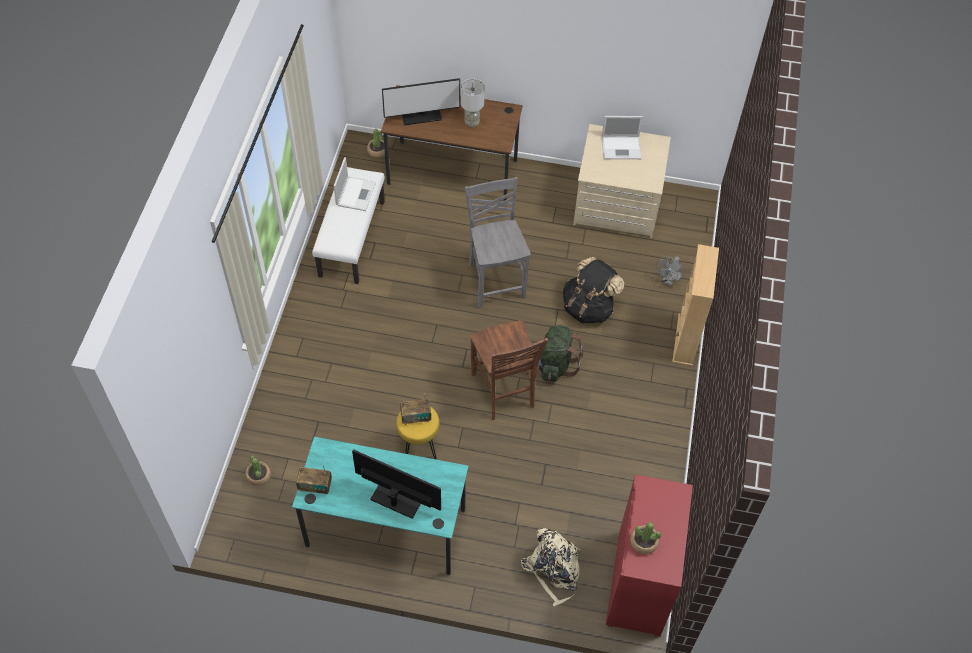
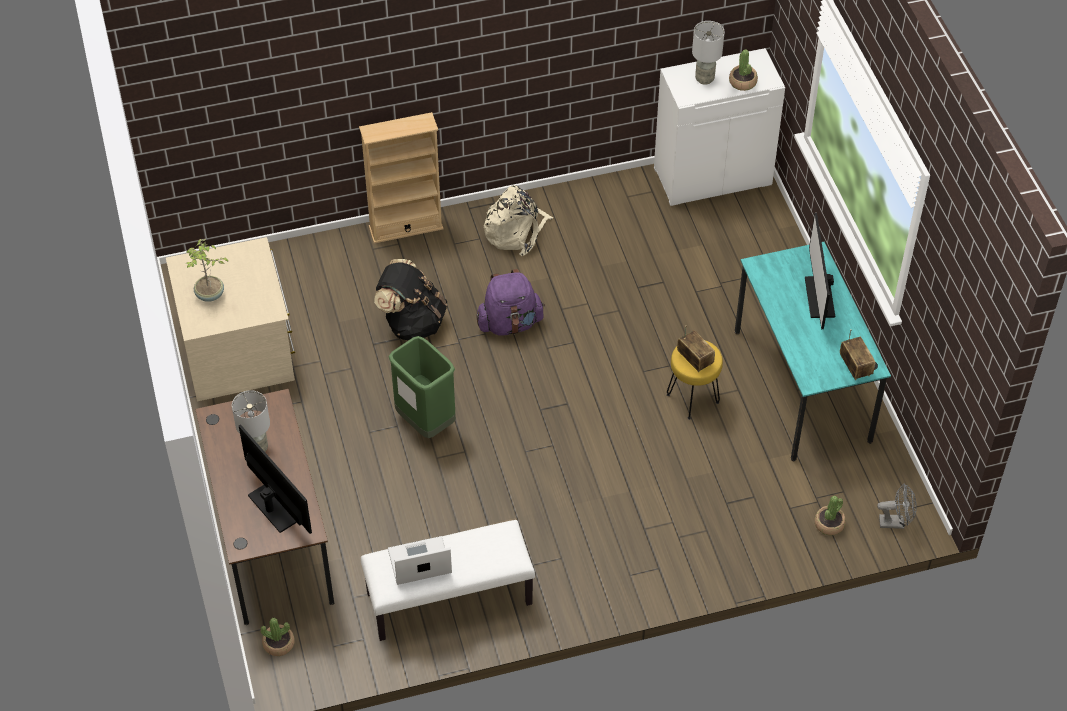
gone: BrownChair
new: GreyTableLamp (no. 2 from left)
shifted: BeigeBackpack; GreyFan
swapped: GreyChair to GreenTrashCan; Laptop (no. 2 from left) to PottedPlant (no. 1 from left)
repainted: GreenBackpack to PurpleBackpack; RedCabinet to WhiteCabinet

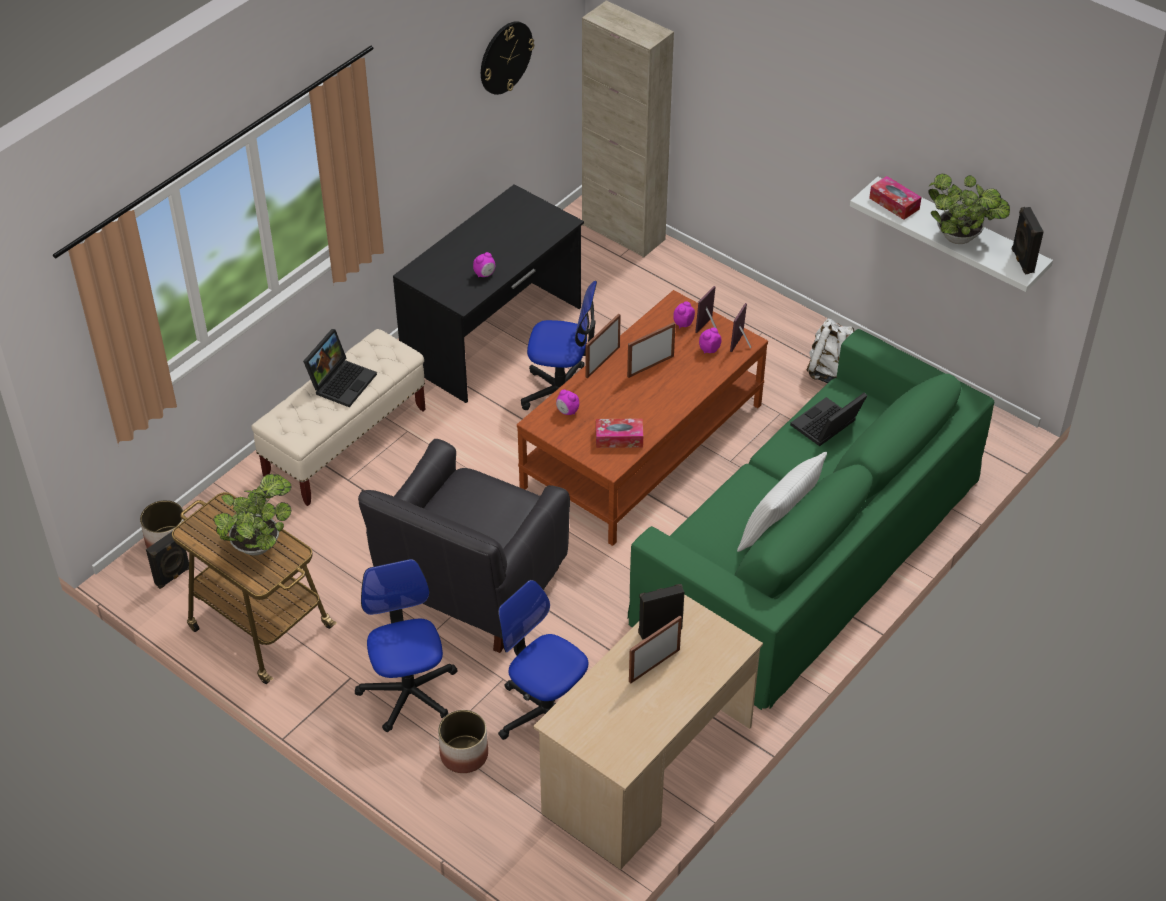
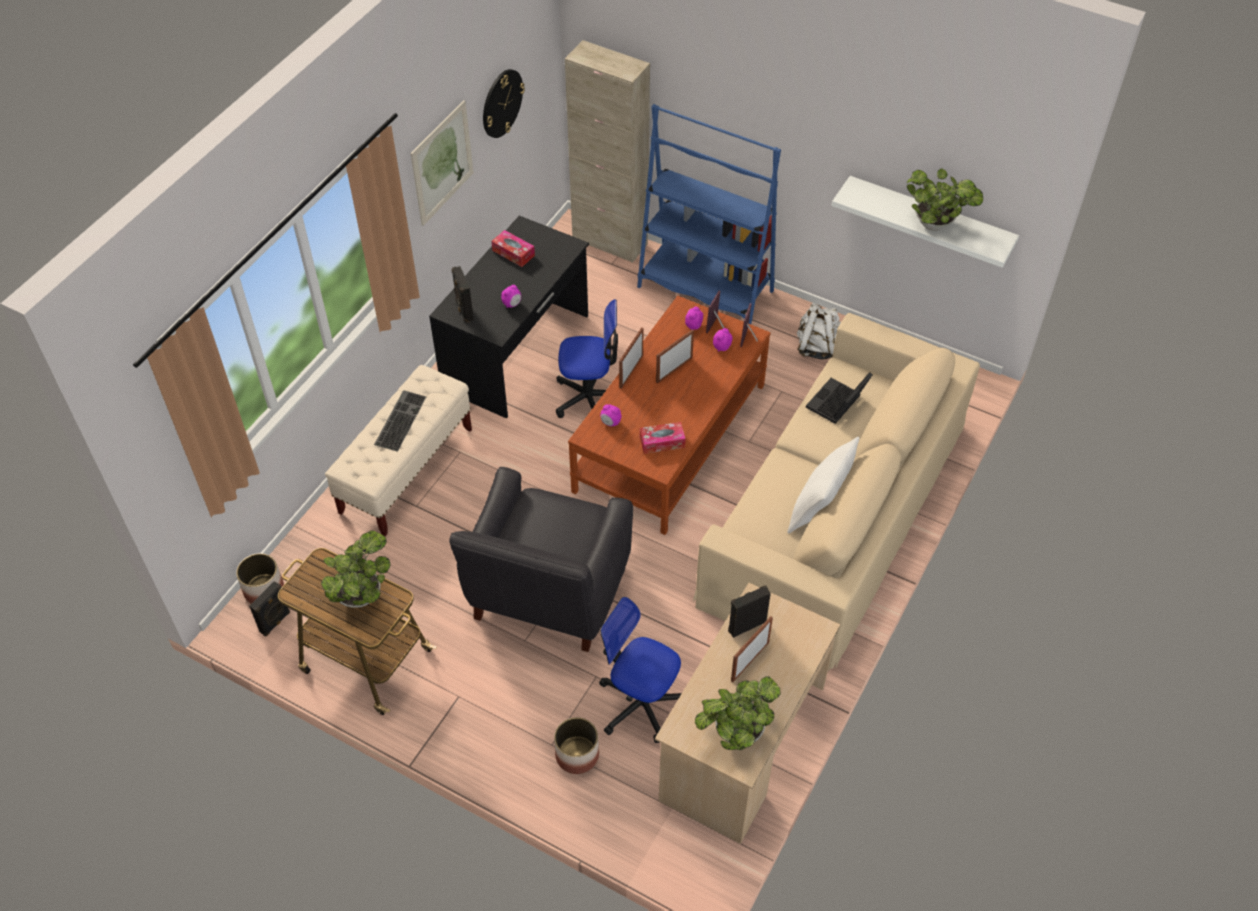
gone: OfficeChair (no. 1 from left)
new: Picture; BlueBookcase; PottedPlant (no. 2 from left)
shifted: TissueBox (no. 2 from left in the first image) to TissueBox (no. 1 from left); BlackSpeaker (no. 3 from left in the first image) to BlackSpeaker (no. 2 from left)
swapped: Laptop (no. 1 from left) to Keyboard
repainted: GreenSofa to BeigeSofa

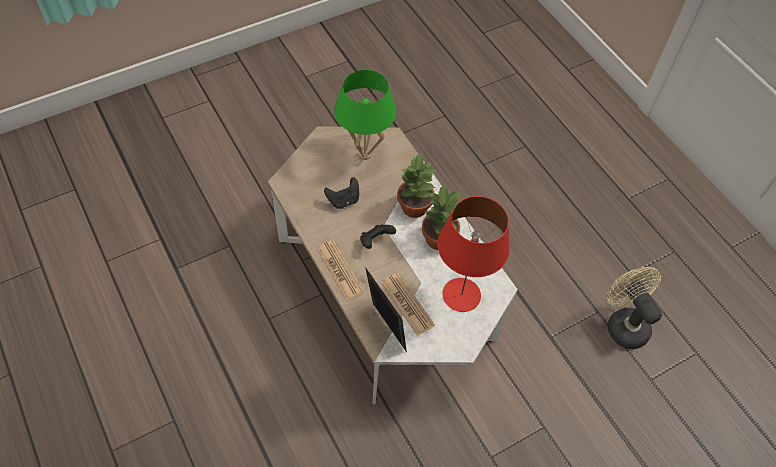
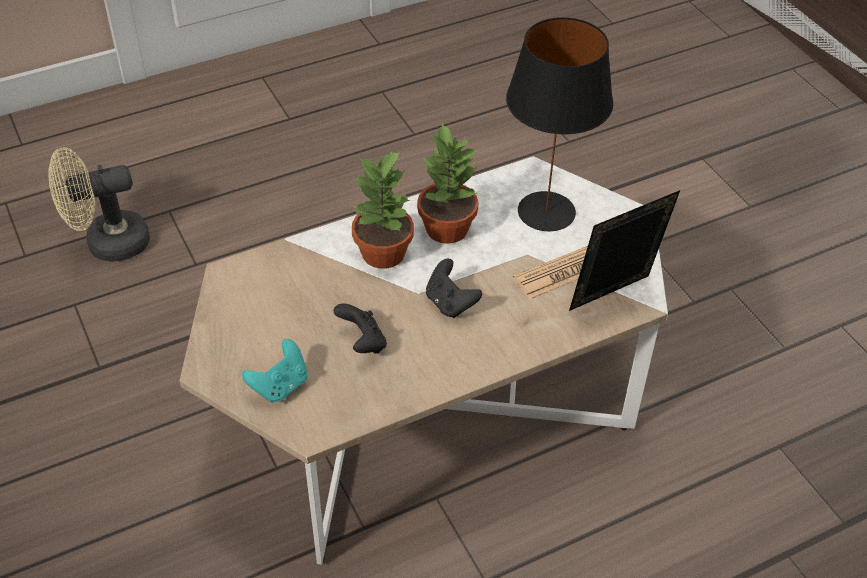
gone: Newspaper (no. 1 from left); GreenTableLamp
new: TurquoiseGameController
shifted: BeigeFan
repainted: RedTableLamp to BlackTableLamp

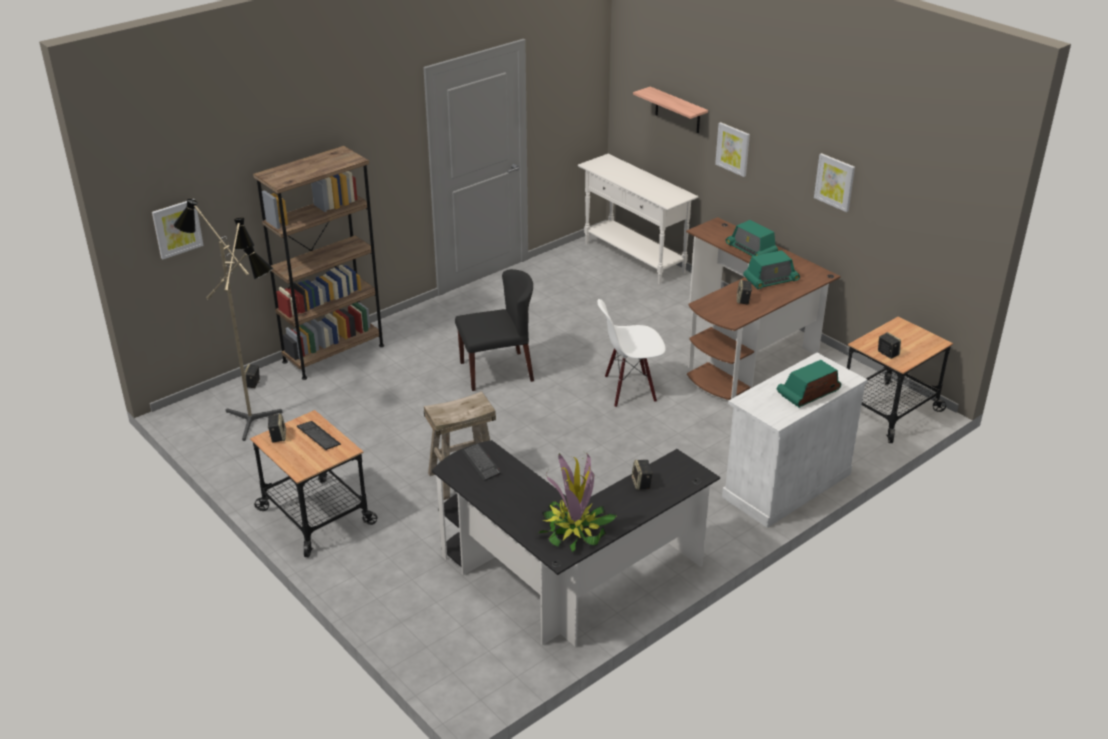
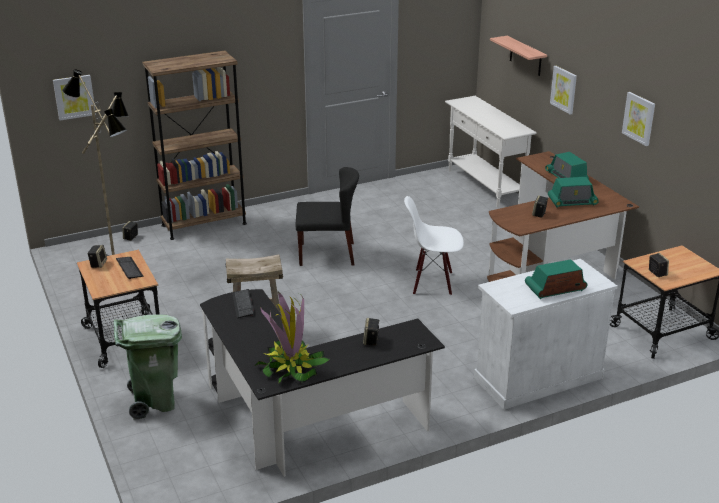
new: GreenTrashCan

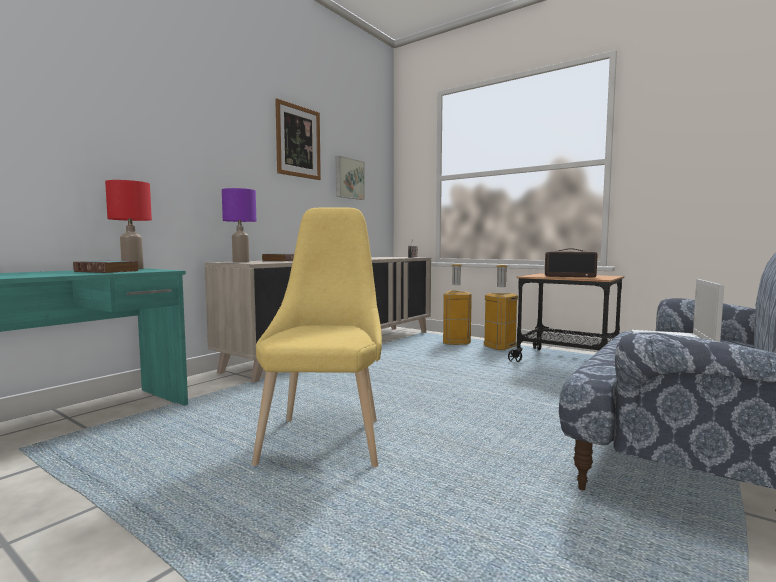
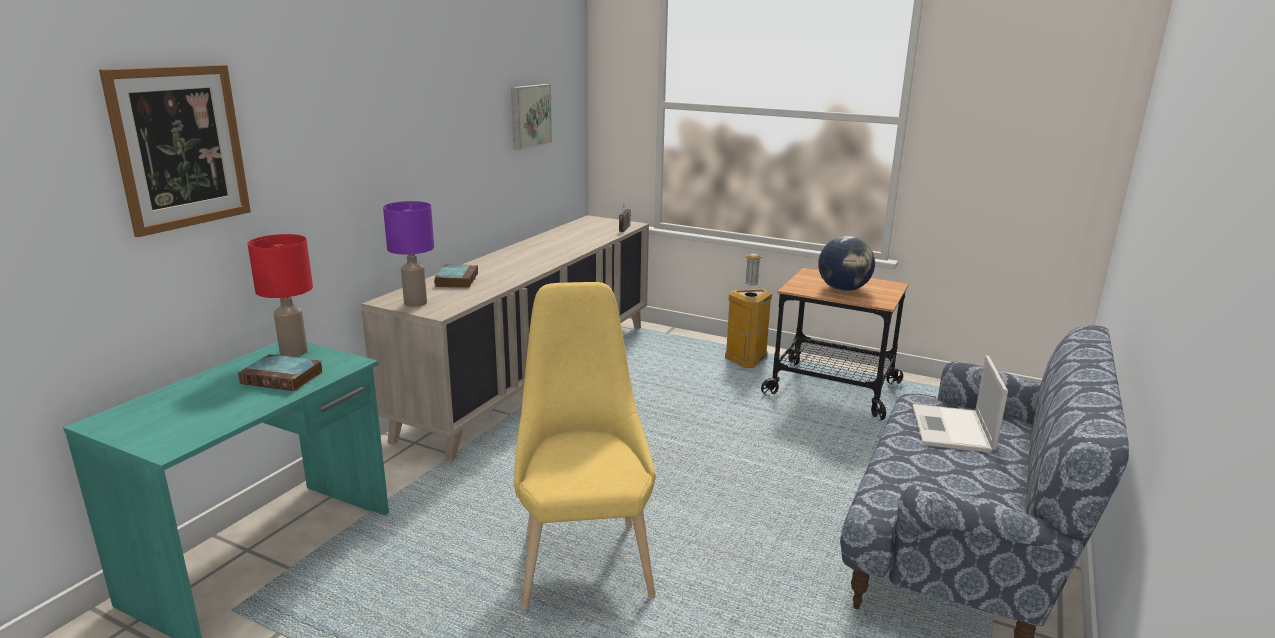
gone: TrashCan (no. 1 from left)
shifted: Picture (no. 1 from left)
swapped: Radio (no. 2 from left) to Globe

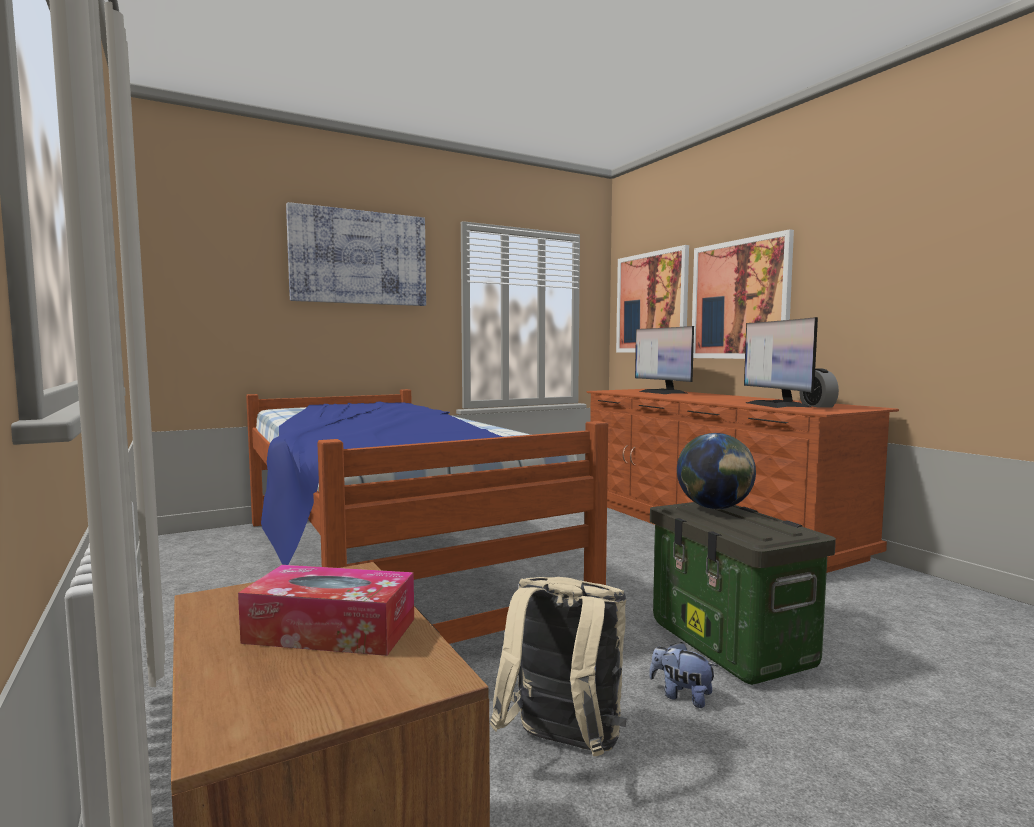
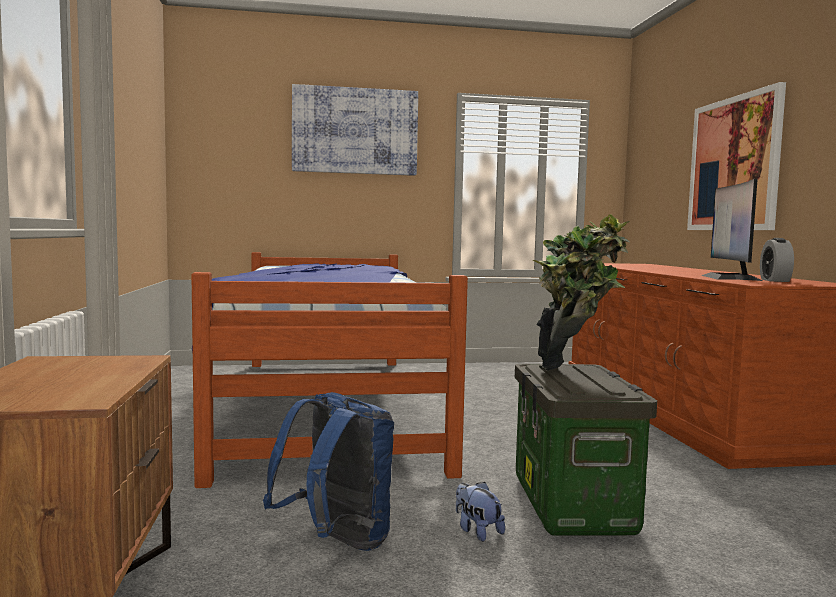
gone: TissueBox; Picture (no. 2 from left); Monitor (no. 1 from left)
swapped: Globe to PottedPlant
repainted: BeigeBackpack to BlueBackpack

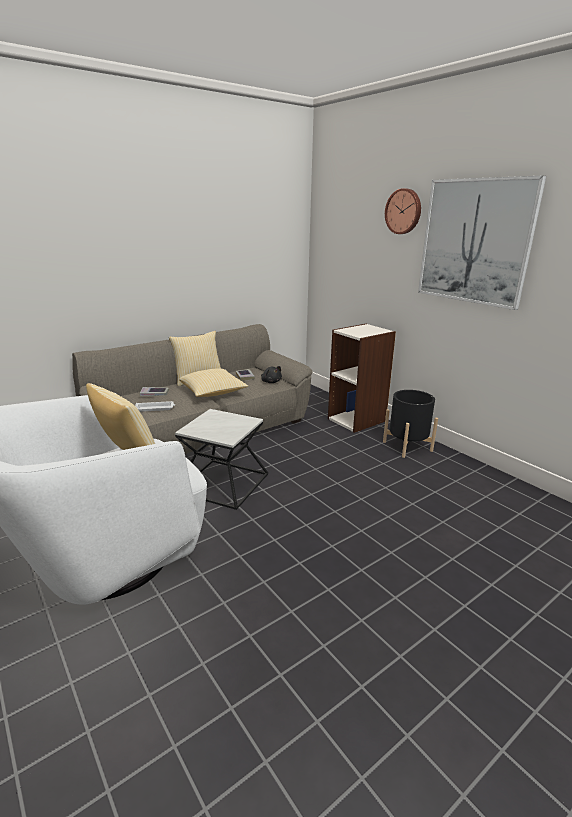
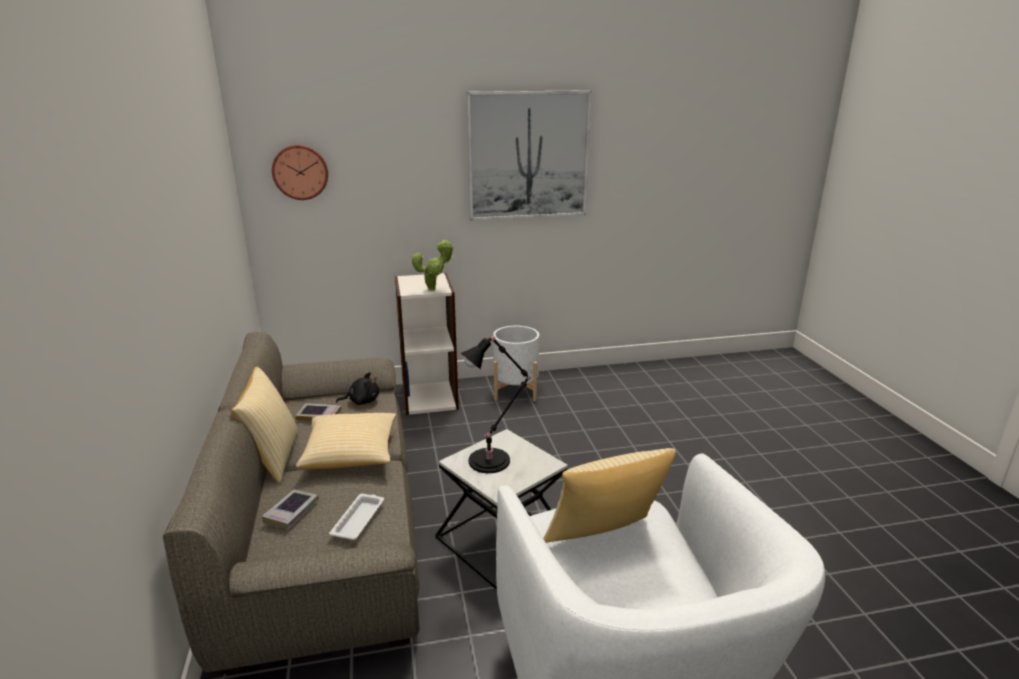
new: PottedPlant; BlackTableLamp
shifted: WallClock
repainted: BlackPlanter to WhitePlanter

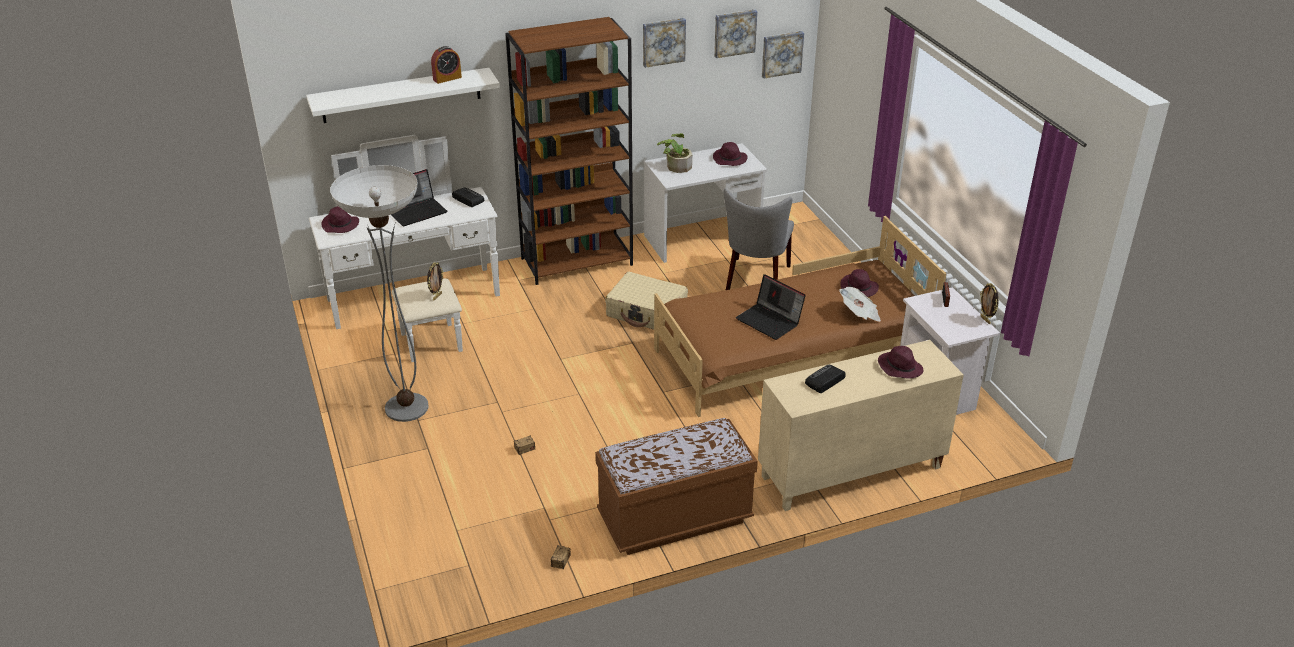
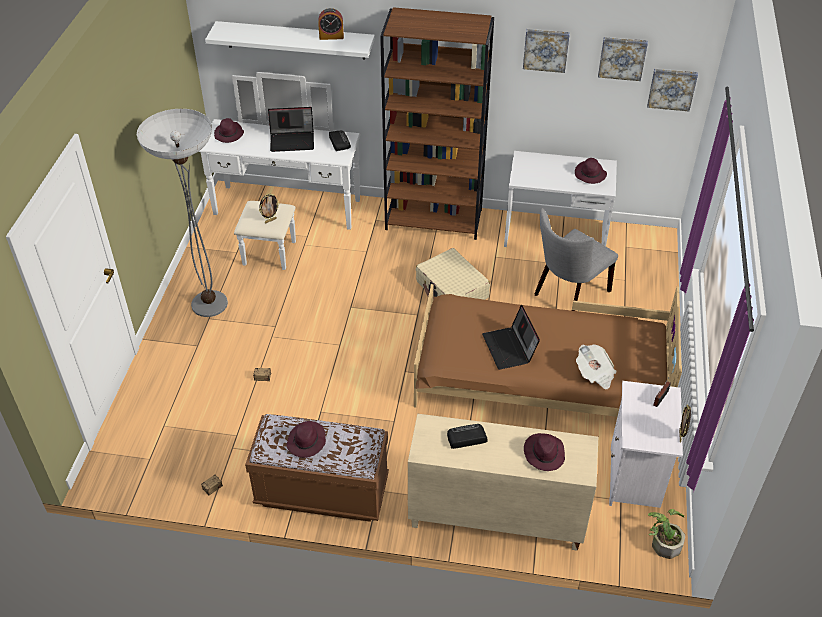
shifted: PottedPlant; PurpleHat (no. 3 from left in the first image) to PurpleHat (no. 2 from left)

